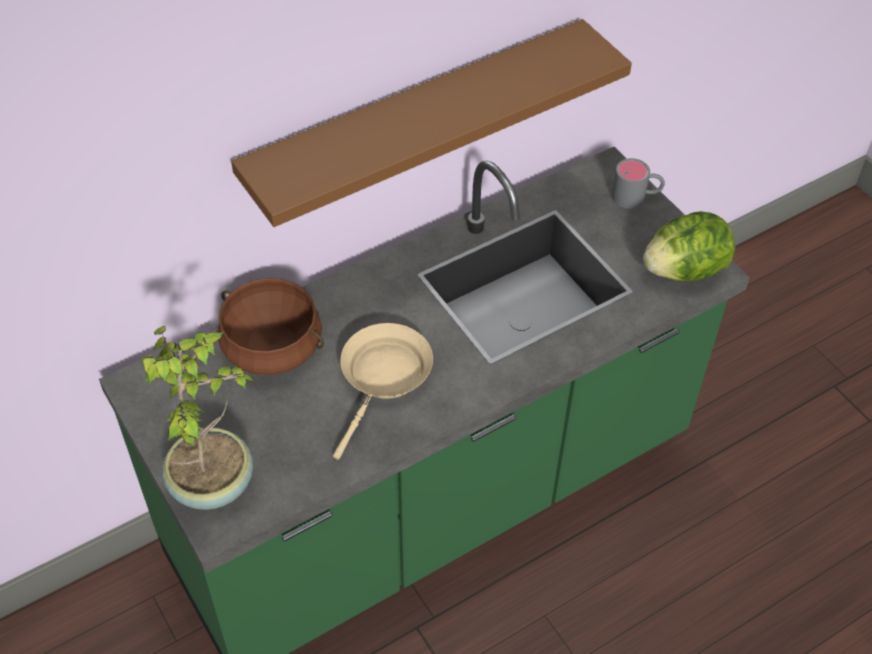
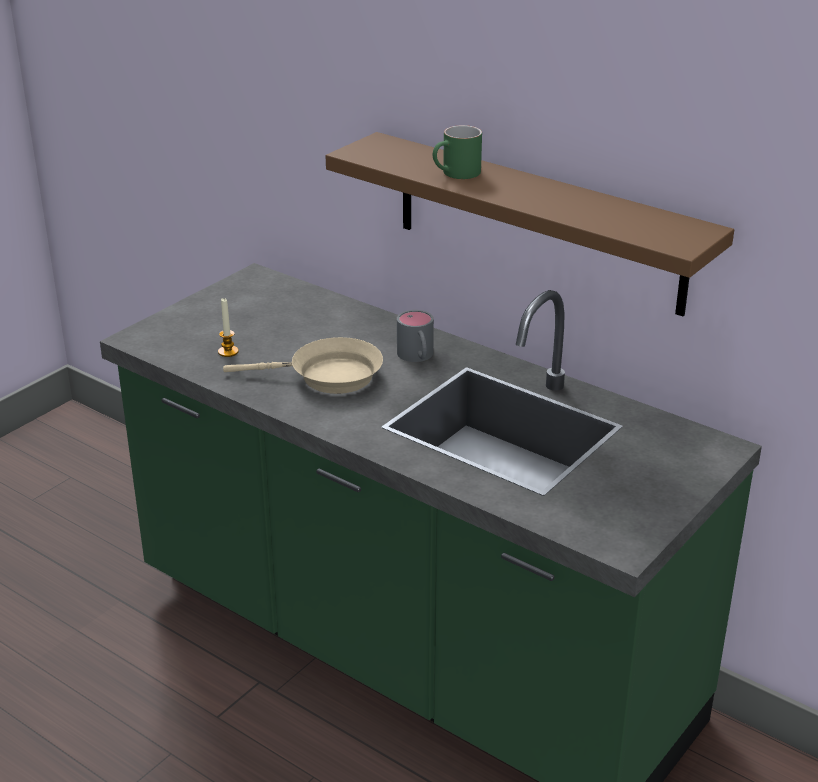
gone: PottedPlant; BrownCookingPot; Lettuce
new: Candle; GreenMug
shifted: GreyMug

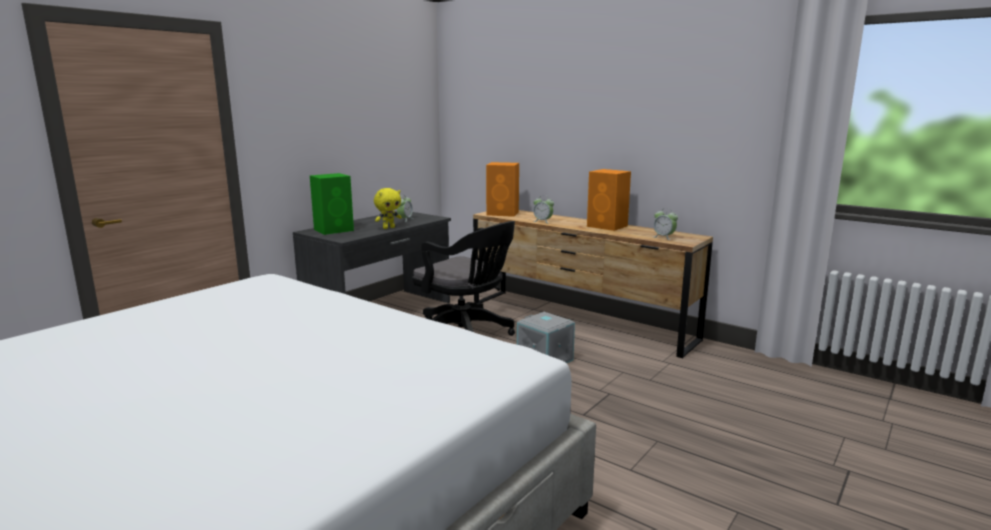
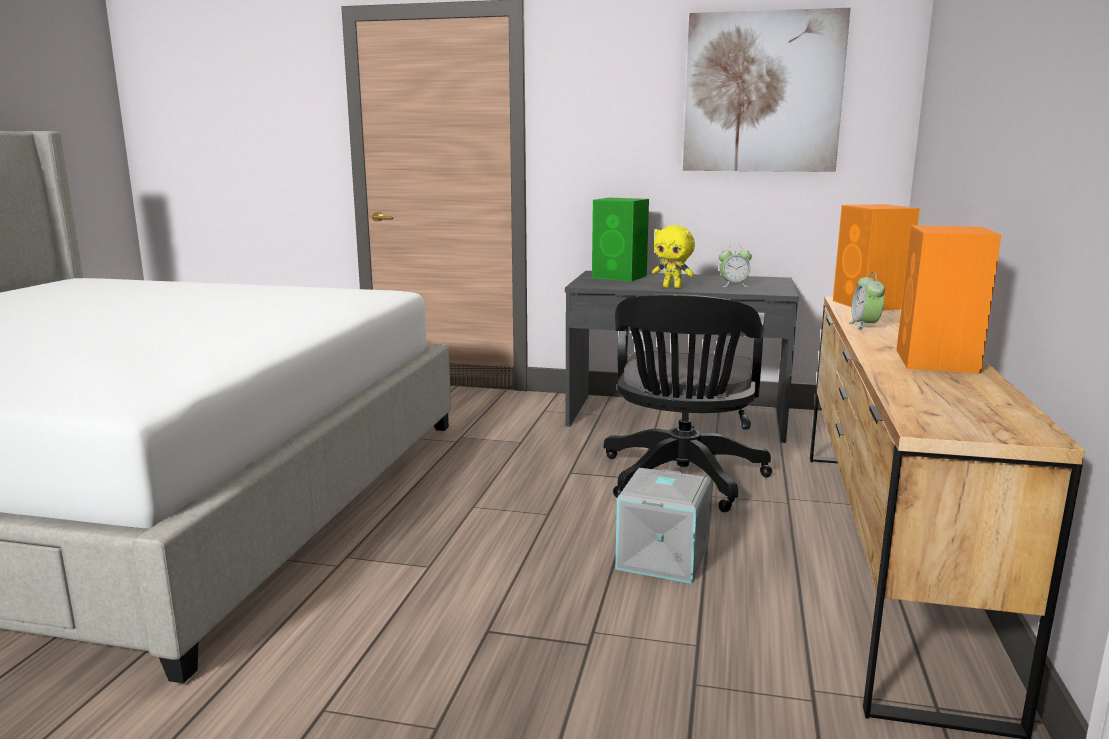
gone: AlarmClock (no. 3 from left)
new: Picture

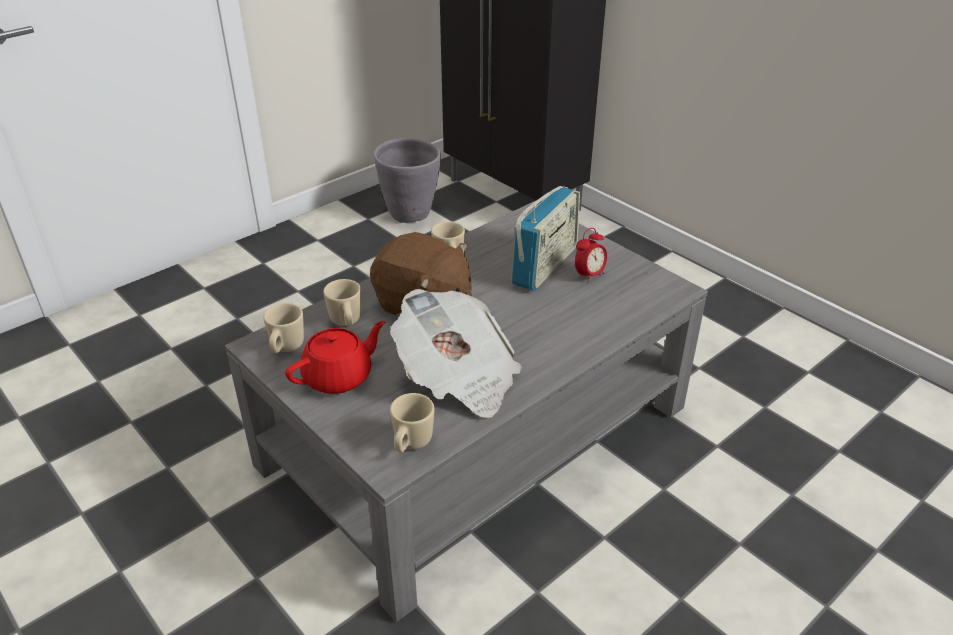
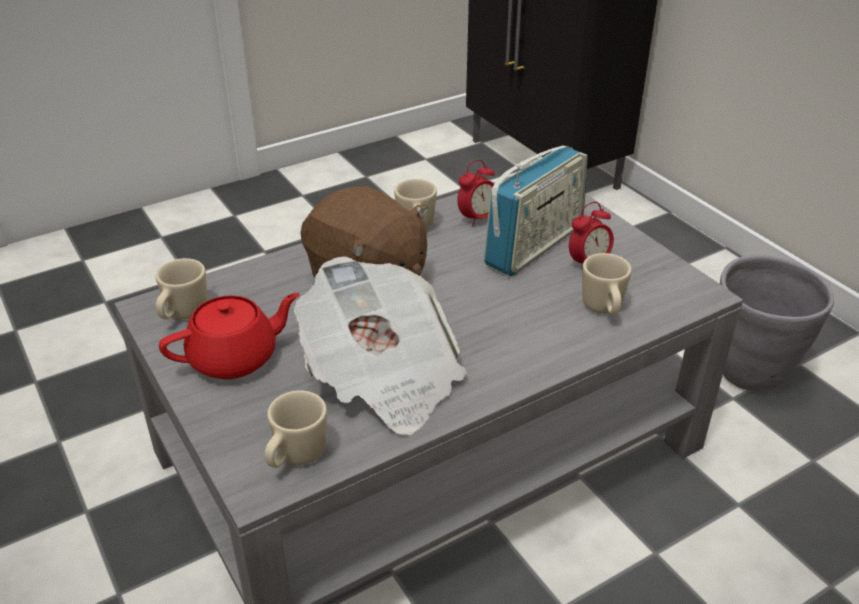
new: AlarmClock (no. 1 from left)
shifted: BeigeMug (no. 2 from left in the first image) to BeigeMug (no. 4 from left); GreyPlanter

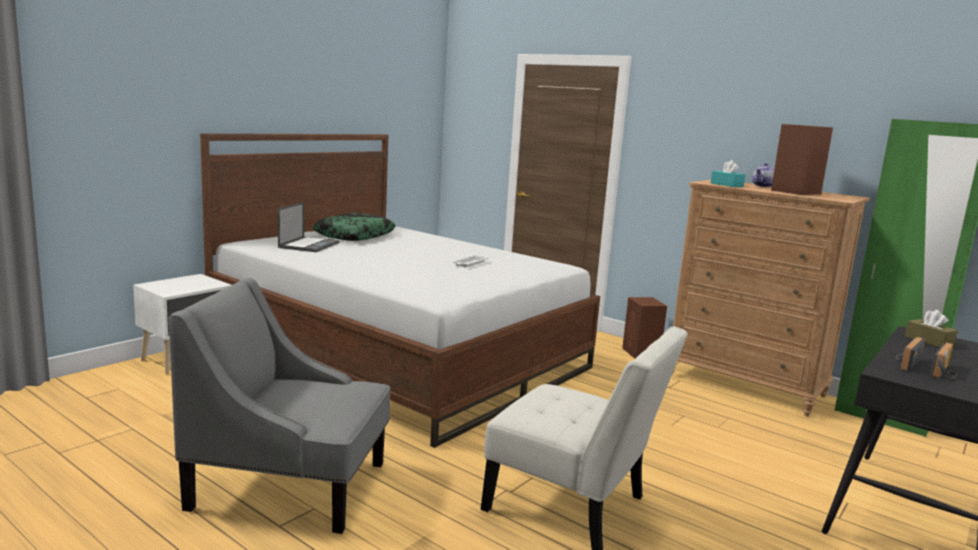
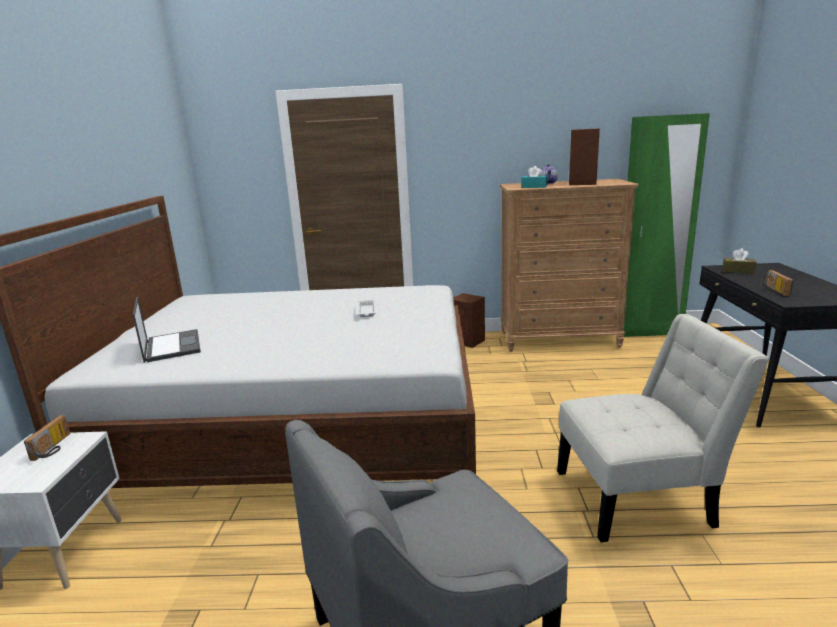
gone: Pillow
shifted: Radio (no. 2 from left in the first image) to Radio (no. 1 from left)

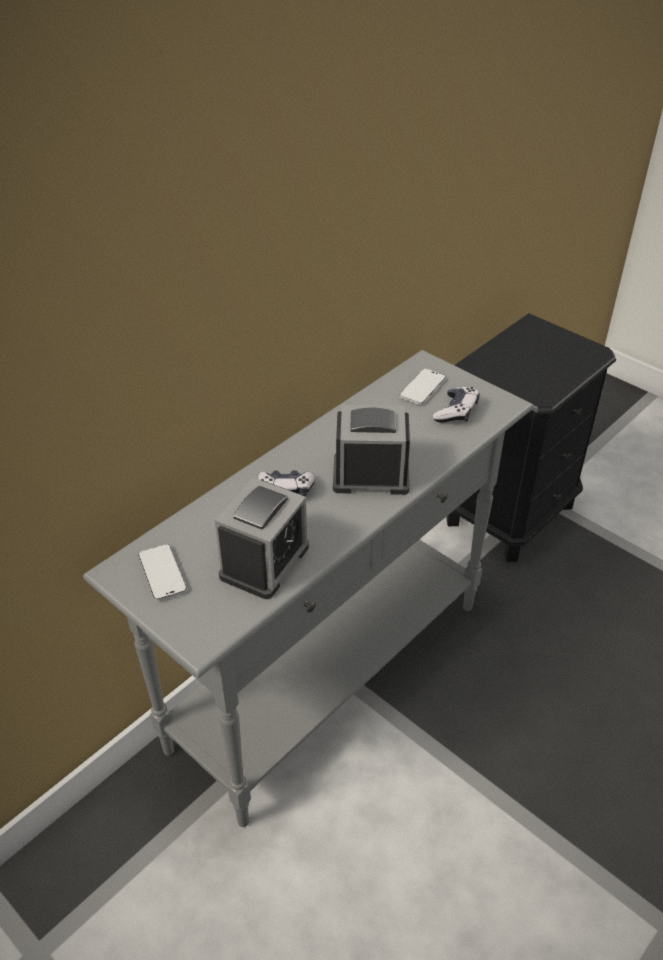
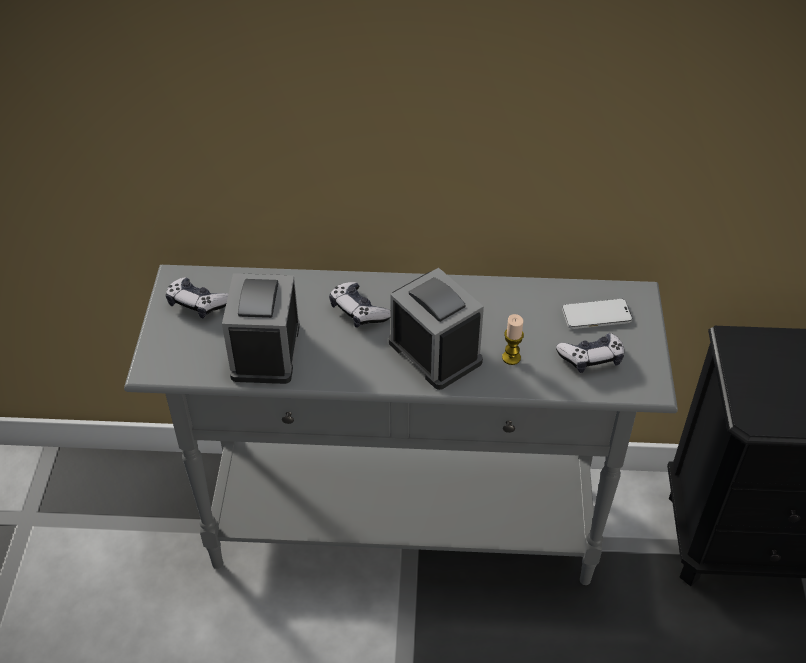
new: Candle
swapped: Phone (no. 1 from left) to GameController (no. 1 from left)
rotated: AlarmClock (no. 1 from left) 105 degrees clockwise

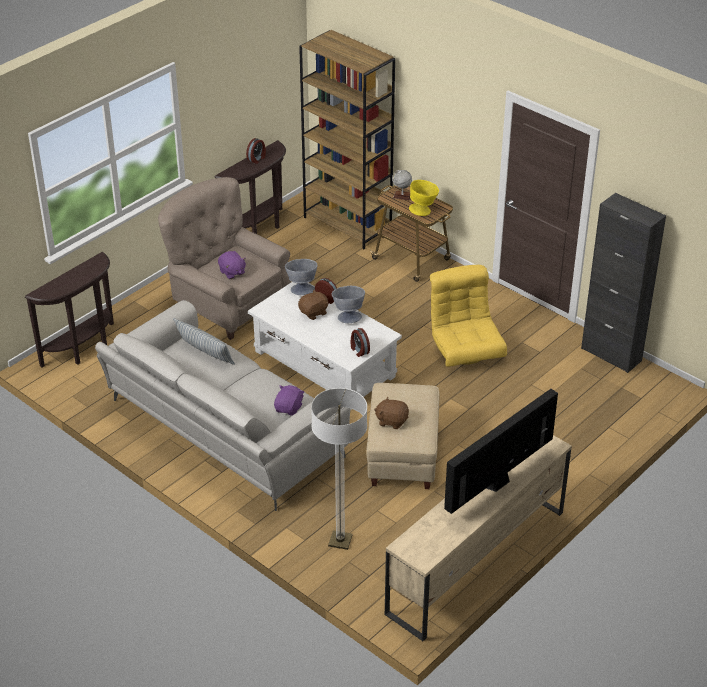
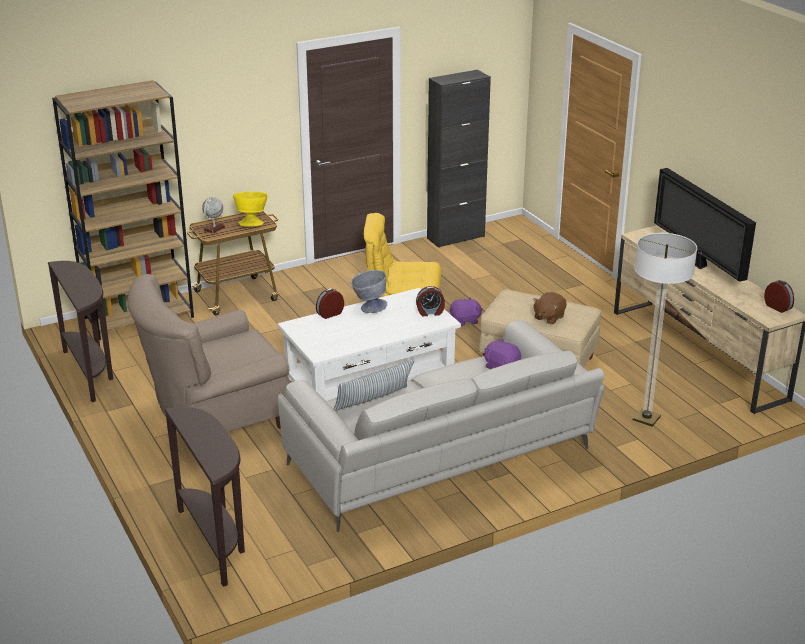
gone: GreyBowl (no. 1 from left); BrownPlushToy (no. 1 from left)
shifted: PurplePlushToy (no. 1 from left); AlarmClock (no. 1 from left in the first image) to AlarmClock (no. 3 from left)

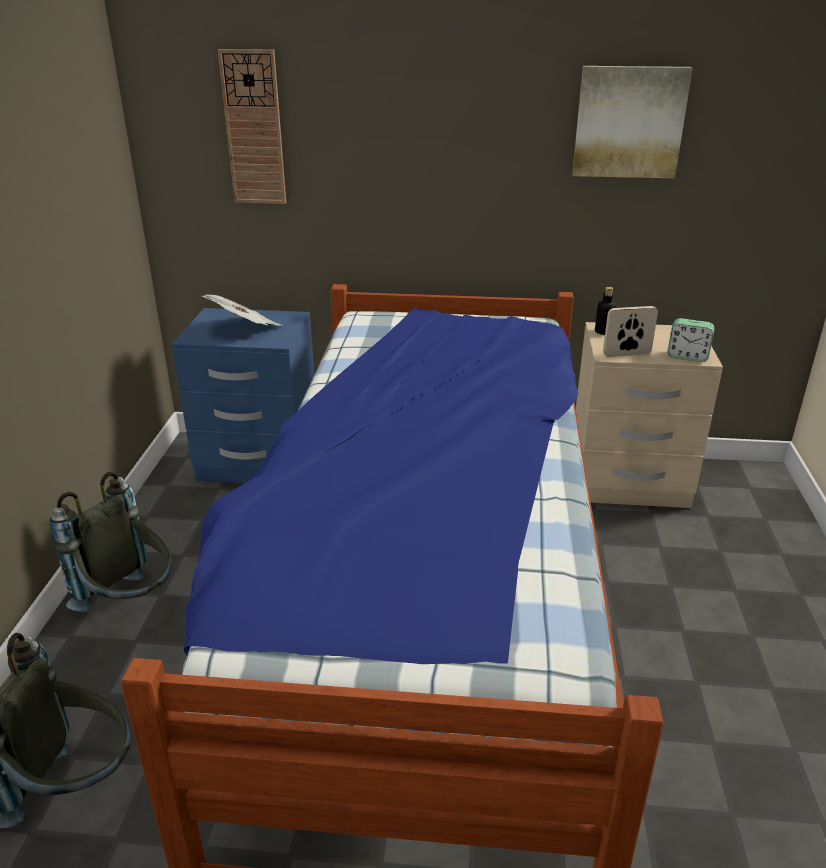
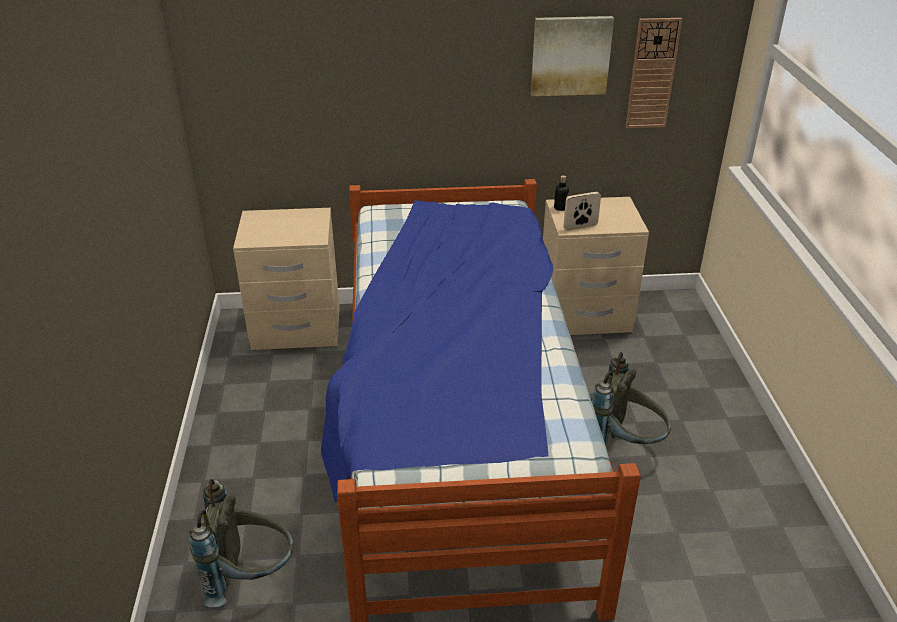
gone: Newspaper; AlarmClock
shifted: GreyBackpack (no. 2 from left); WallClock
repainted: BlueNightstand to BeigeNightstand (no. 1 from left)

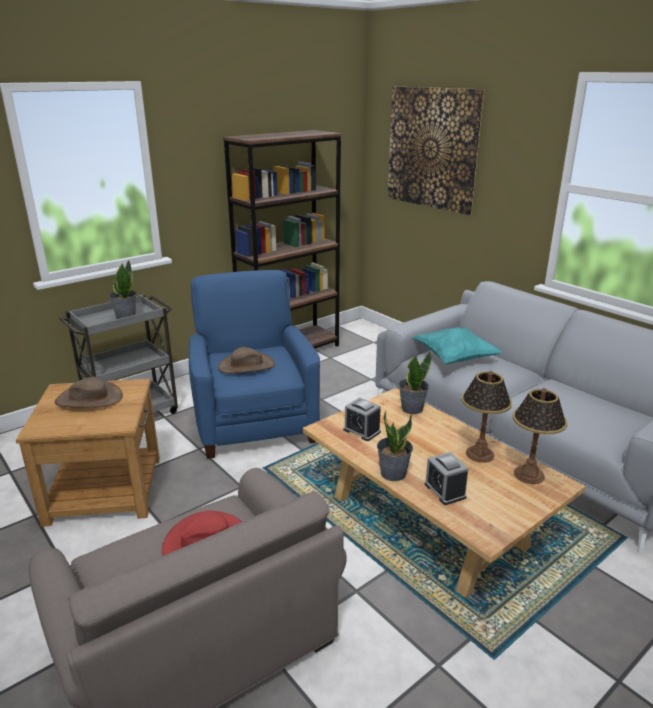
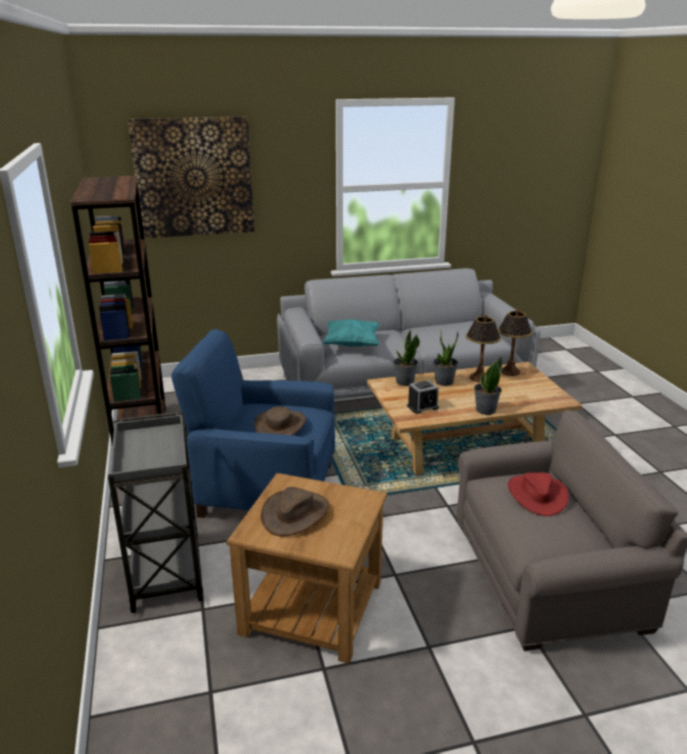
gone: AlarmClock (no. 2 from left)
shifted: PottedPlant (no. 1 from left in the first image) to PottedPlant (no. 2 from left)

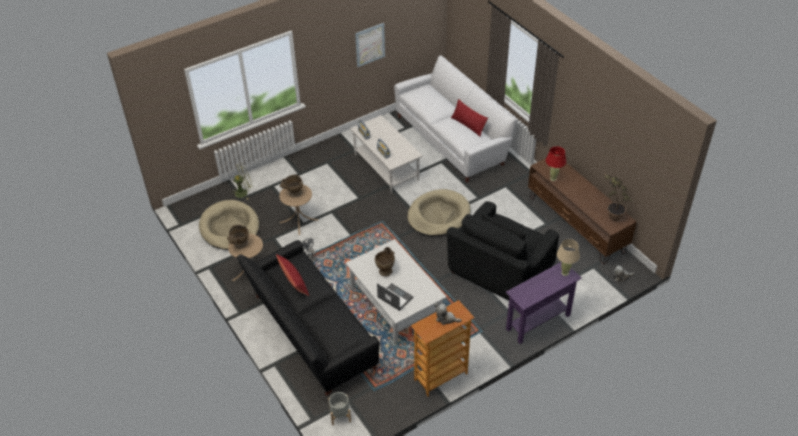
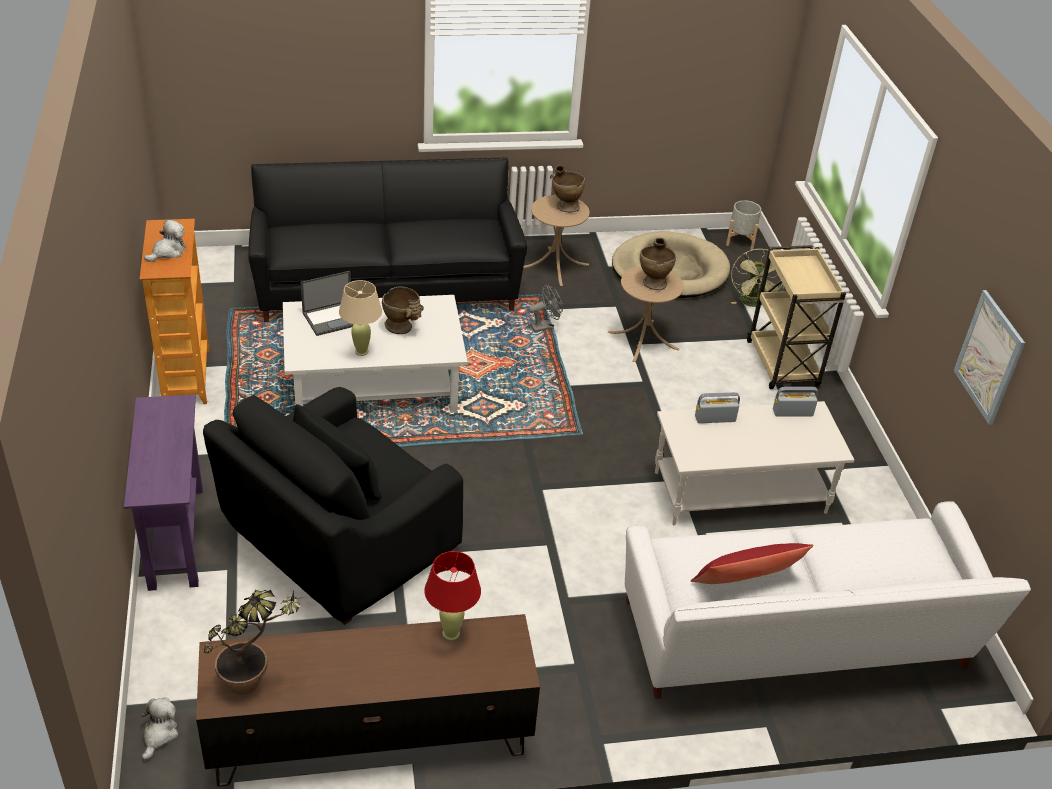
gone: RedPillow (no. 1 from left); BeigeDogBed (no. 2 from left)
new: BeigeCart
shifted: GreyPlanter; BeigeTableLamp
rotated: BlackArmchair 105 degrees counterclockwise

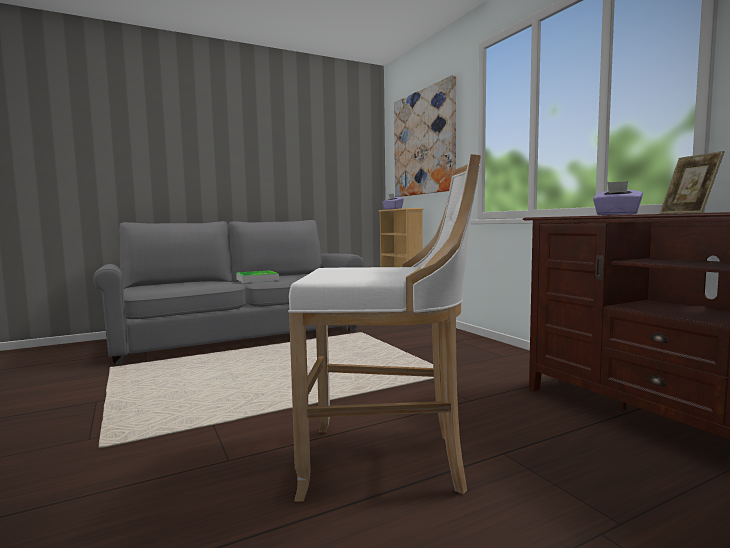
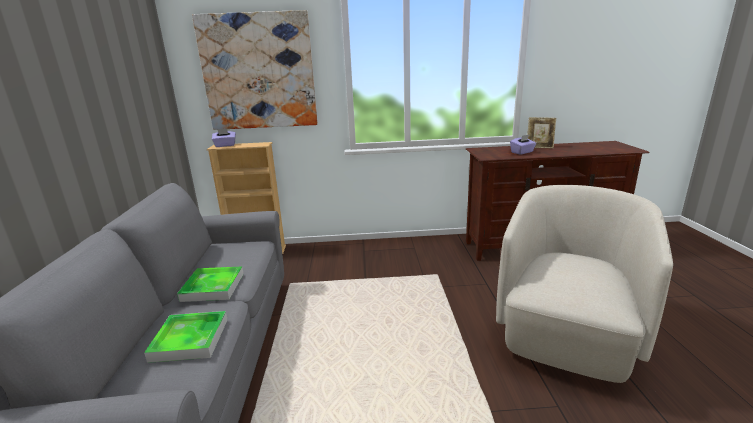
new: Tray (no. 1 from left)
swapped: WhiteStool to BeigeArmchair

